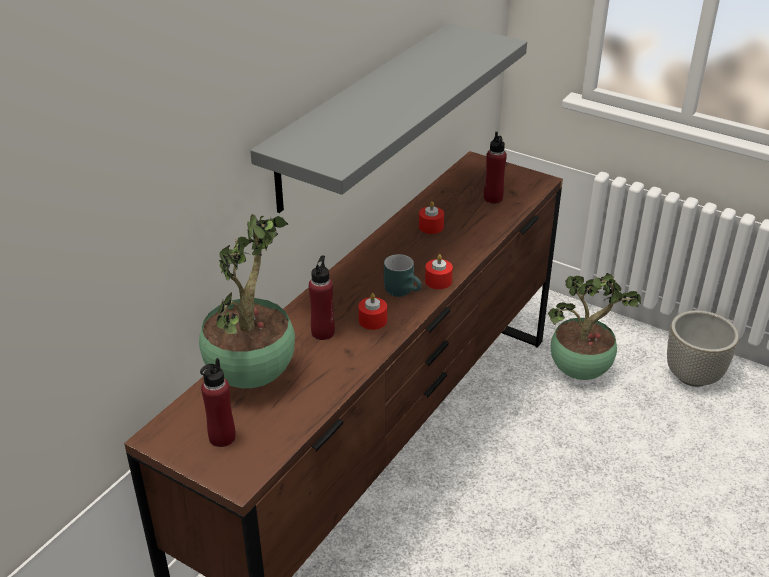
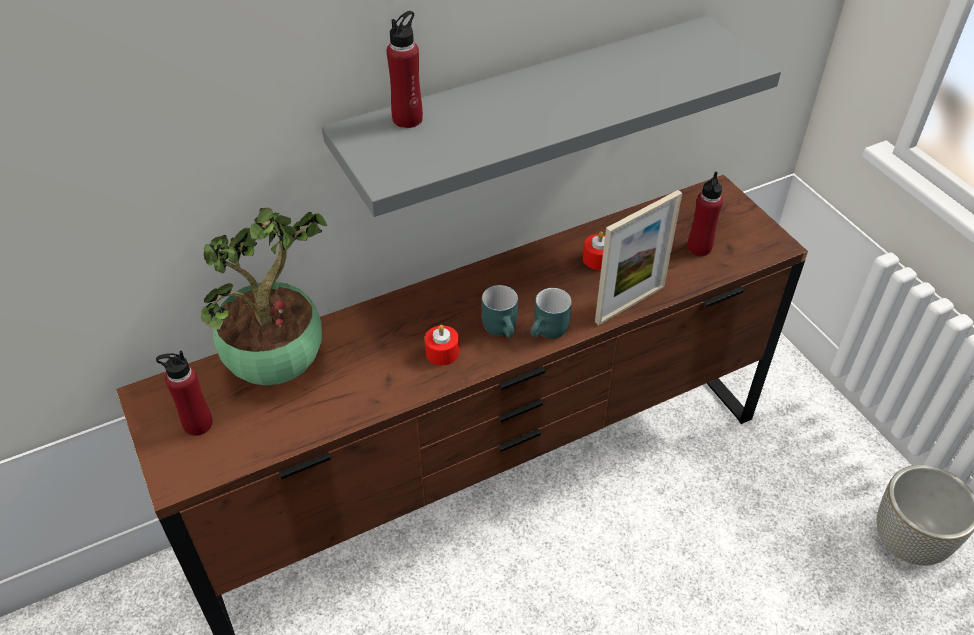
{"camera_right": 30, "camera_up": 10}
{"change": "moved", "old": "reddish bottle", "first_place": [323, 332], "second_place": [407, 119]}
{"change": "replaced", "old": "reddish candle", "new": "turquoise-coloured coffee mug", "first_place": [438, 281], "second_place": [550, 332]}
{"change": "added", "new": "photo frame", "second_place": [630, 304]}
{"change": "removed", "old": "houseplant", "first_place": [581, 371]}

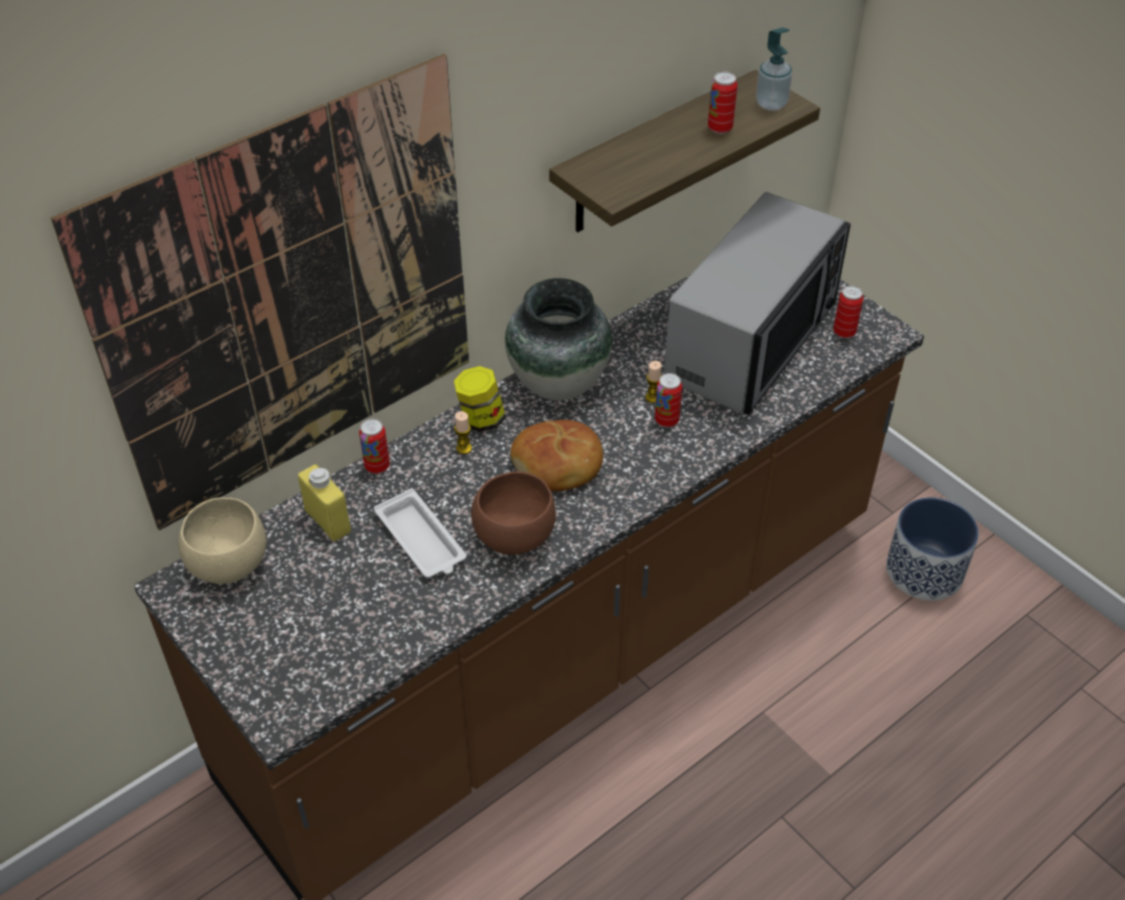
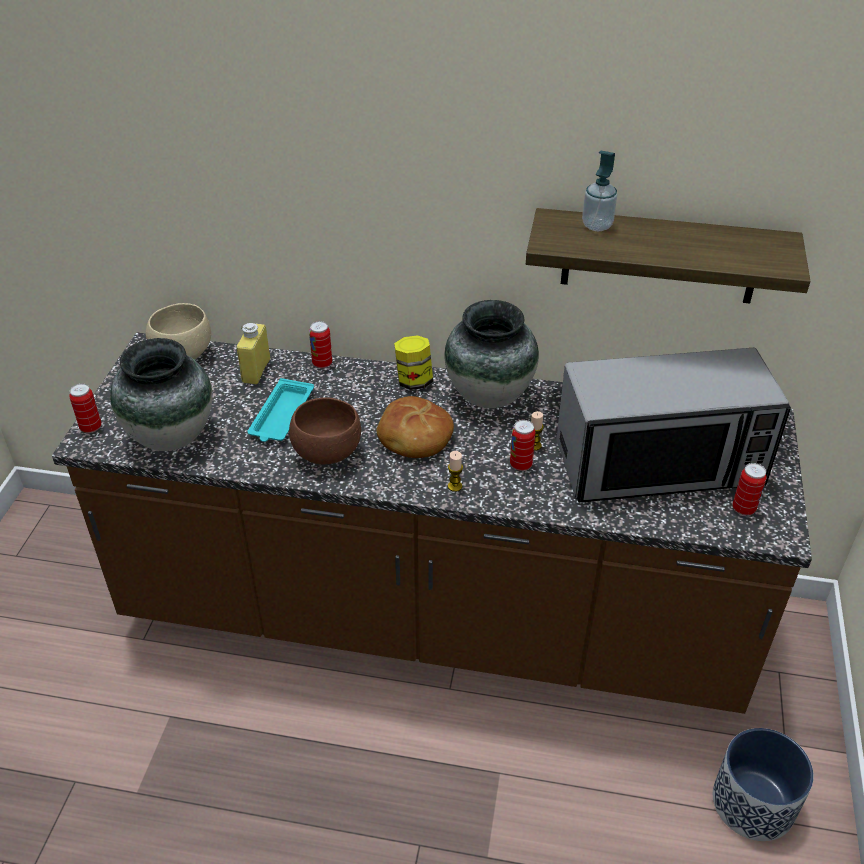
{"camera_right": 50, "camera_up": -5}
{"change": "moved", "old": "can", "first_place": [720, 128], "second_place": [91, 427]}
{"change": "added", "new": "flower vase", "second_place": [171, 436]}
{"change": "recoloured", "old": "white tray", "new": "turquoise-coloured tray", "first_place": [421, 540], "second_place": [281, 416]}
{"change": "moved", "old": "candle", "first_place": [464, 448], "second_place": [455, 486]}
{"change": "moved", "old": "soap bottle", "first_place": [771, 104], "second_place": [597, 225]}
{"change": "removed", "old": "wall art", "first_place": [294, 301]}

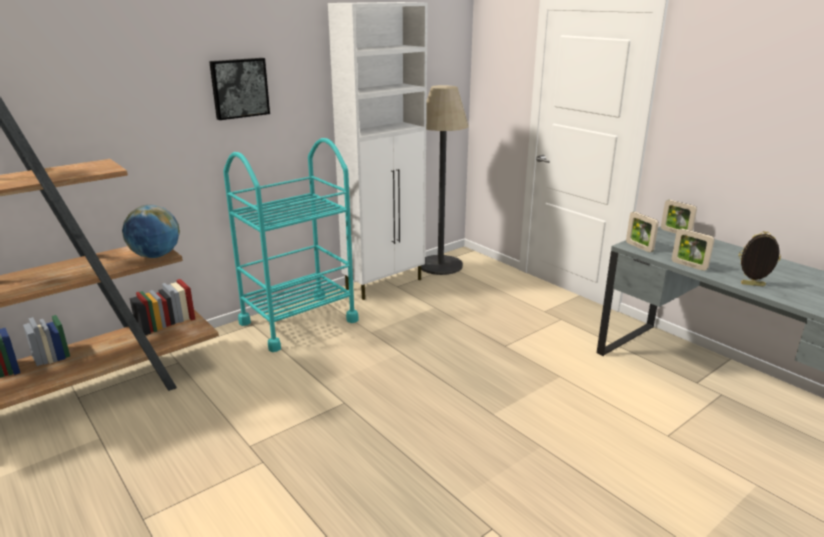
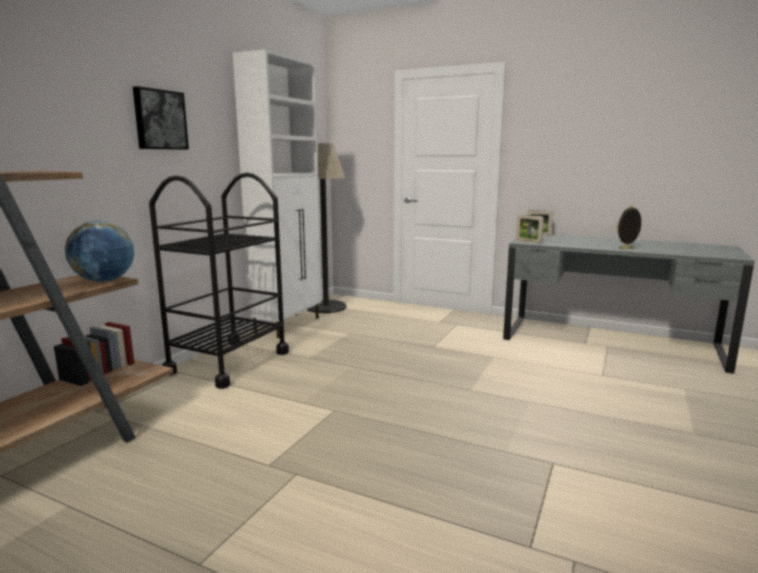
{"camera_right": -25, "camera_up": -10}
{"change": "recoloured", "old": "turquoise-coloured wheeled cart", "new": "black wheeled cart", "first_place": [298, 321], "second_place": [228, 362]}
{"change": "removed", "old": "photo frame", "first_place": [689, 265]}

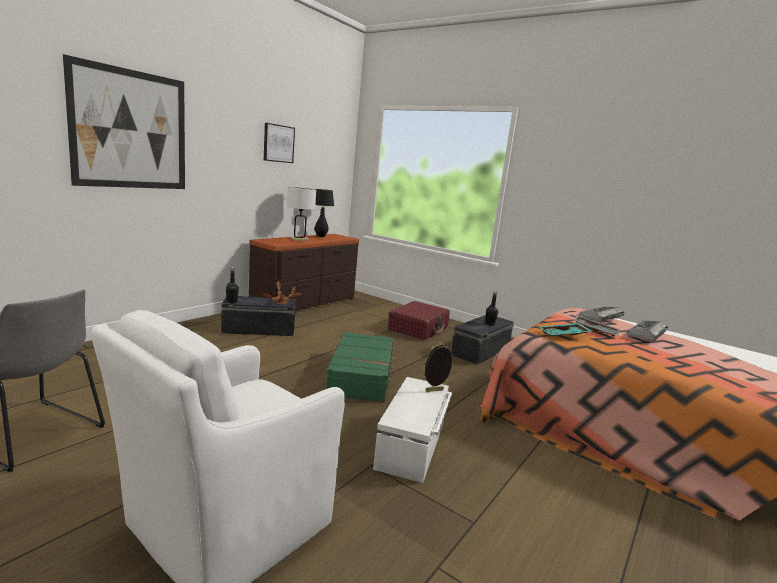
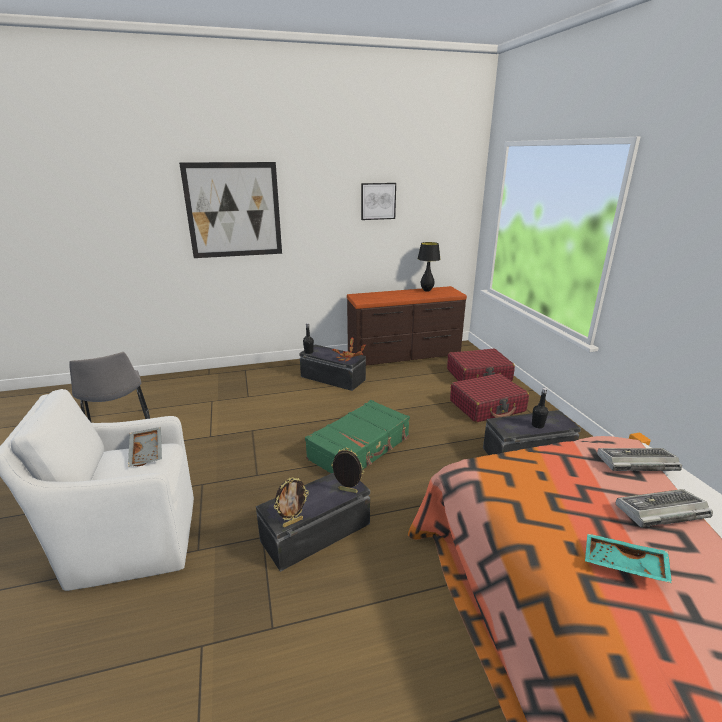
{"camera_right": 40, "camera_up": 10}
{"change": "moved", "old": "greyish tray", "first_place": [595, 330], "second_place": [148, 452]}
{"change": "recoloured", "old": "white storage box", "new": "black storage box", "first_place": [412, 445], "second_place": [317, 533]}
{"change": "added", "new": "photo frame", "second_place": [292, 522]}
{"change": "added", "new": "reddish suitcase", "second_place": [479, 375]}
{"change": "moved", "old": "turquoise-coloured tray", "first_place": [564, 335], "second_place": [623, 565]}
{"change": "removed", "old": "white tabletop lamp", "first_place": [299, 239]}

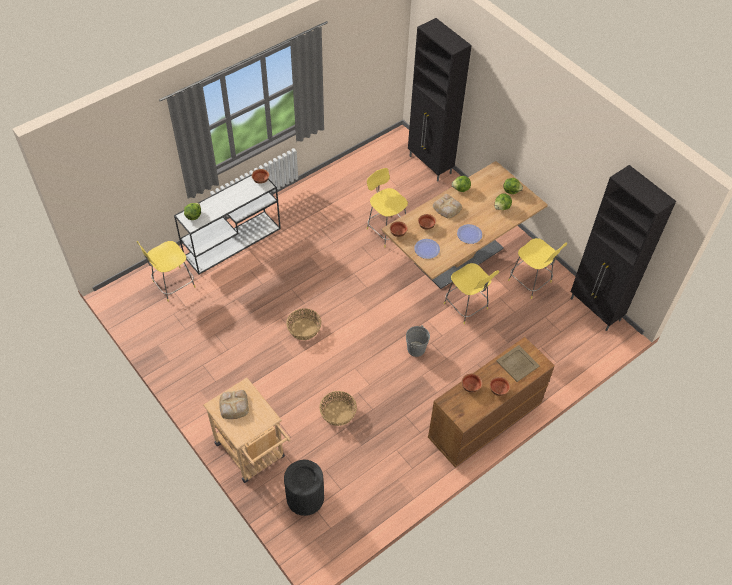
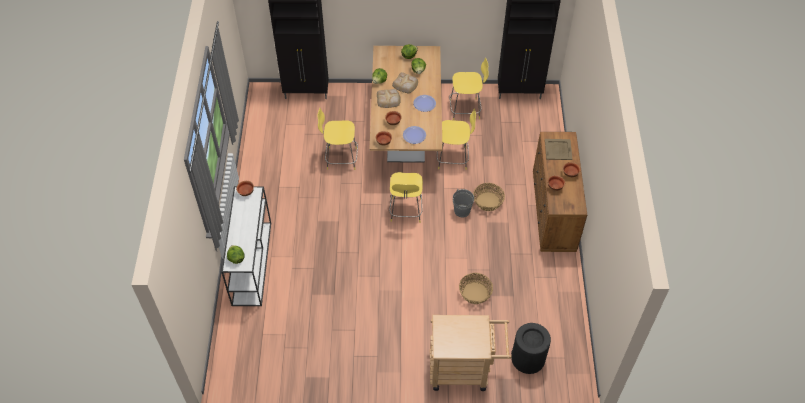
{"camera_right": -50, "camera_up": 0}
{"change": "moved", "old": "yellow stool", "first_place": [172, 285], "second_place": [406, 211]}
{"change": "moved", "old": "bakery bread", "first_place": [233, 406], "second_place": [405, 84]}
{"change": "moved", "old": "basket", "first_place": [304, 329], "second_place": [487, 202]}

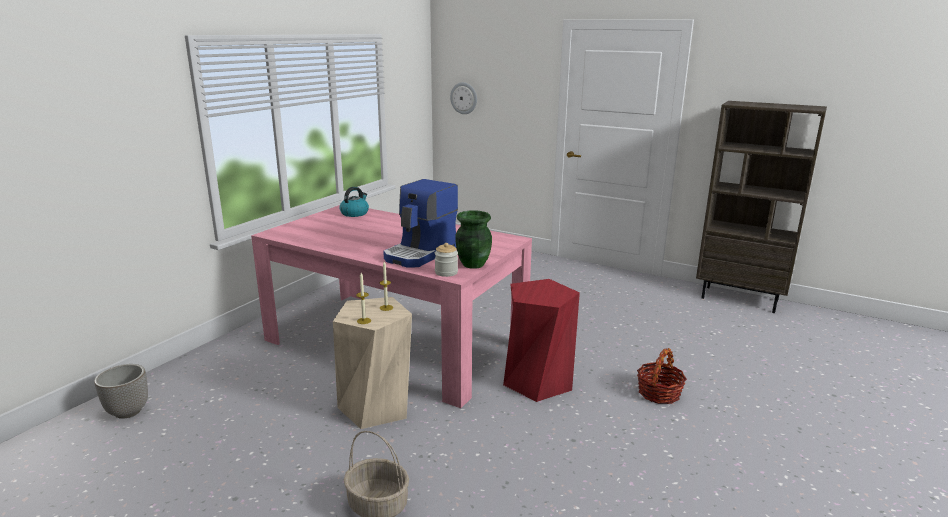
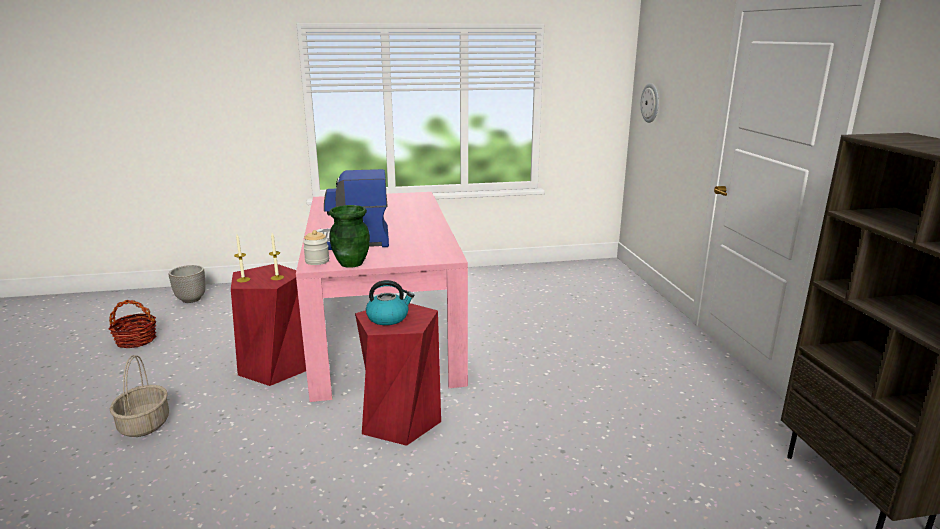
{"camera_right": 50, "camera_up": 0}
{"change": "moved", "old": "basket", "first_place": [659, 393], "second_place": [136, 340]}
{"change": "recoloured", "old": "sand-coloured stool", "new": "reddish stool", "first_place": [376, 406], "second_place": [275, 367]}
{"change": "moved", "old": "water kettle", "first_place": [355, 213], "second_place": [388, 318]}

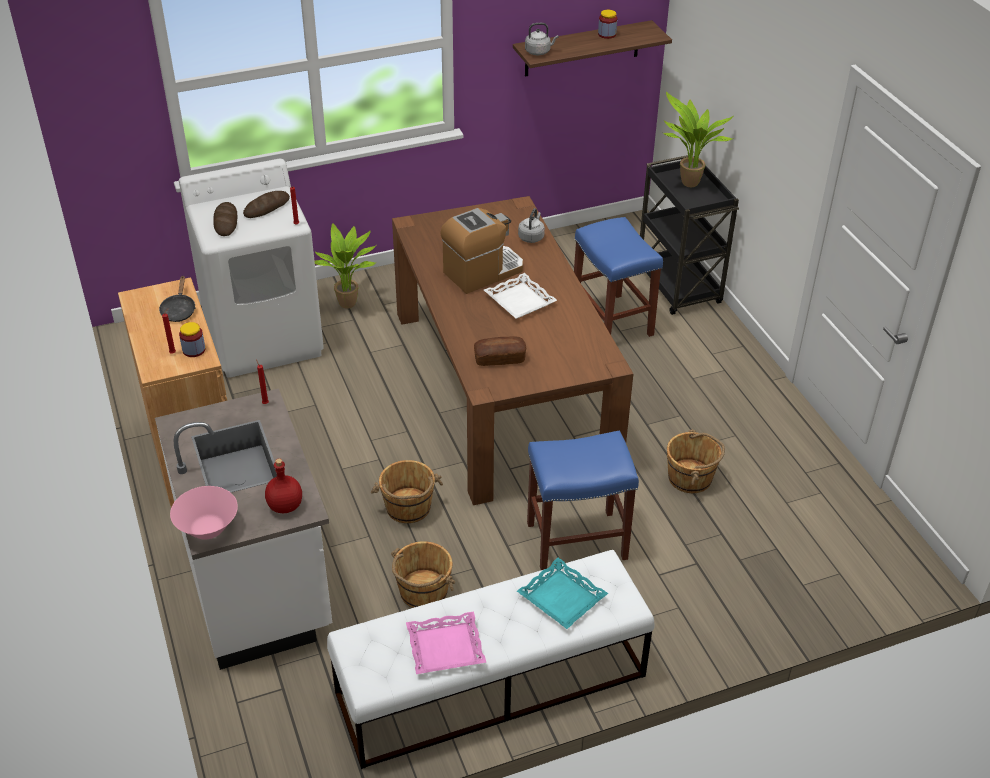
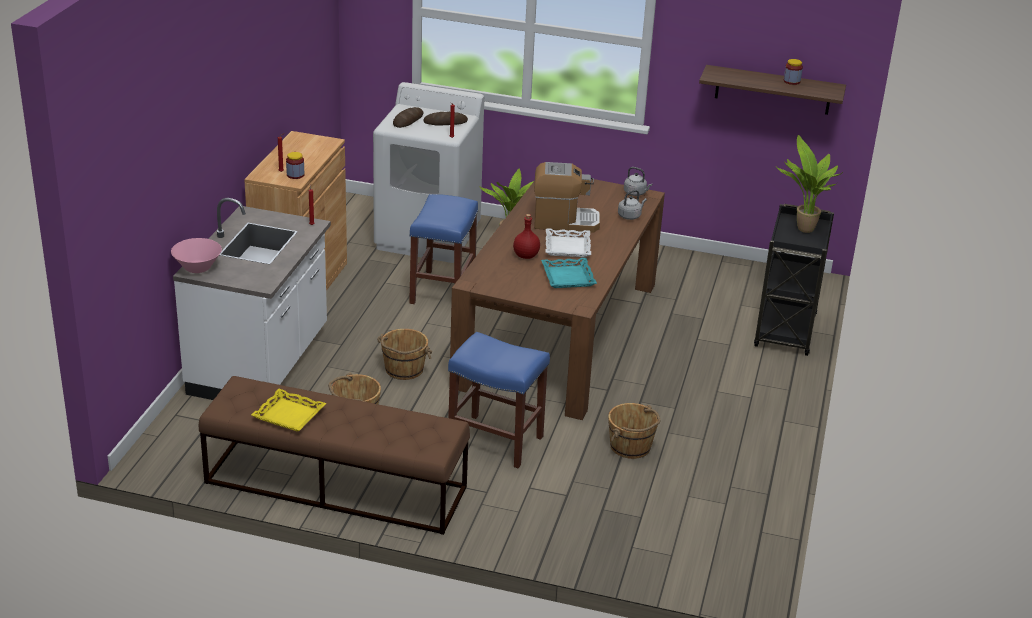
{"camera_right": 35, "camera_up": -10}
{"change": "recoloured", "old": "white indoor bench", "new": "brownish indoor bench", "first_place": [490, 685], "second_place": [335, 485]}
{"change": "recoloured", "old": "pinkish tray", "new": "yellow tray", "first_place": [445, 647], "second_place": [289, 415]}
{"change": "moved", "old": "blue stool", "first_place": [613, 322], "second_place": [443, 291]}
{"change": "moved", "old": "reddish bottle", "first_place": [285, 506], "second_place": [525, 256]}
{"change": "moved", "old": "turquoise-coloured tray", "first_place": [561, 598], "second_place": [567, 277]}
{"change": "moved", "old": "greyish water kettle", "first_place": [539, 52], "second_place": [636, 193]}
{"change": "removed", "old": "black skillet", "first_place": [179, 310]}
{"change": "removed", "old": "bakery bread", "first_place": [499, 359]}

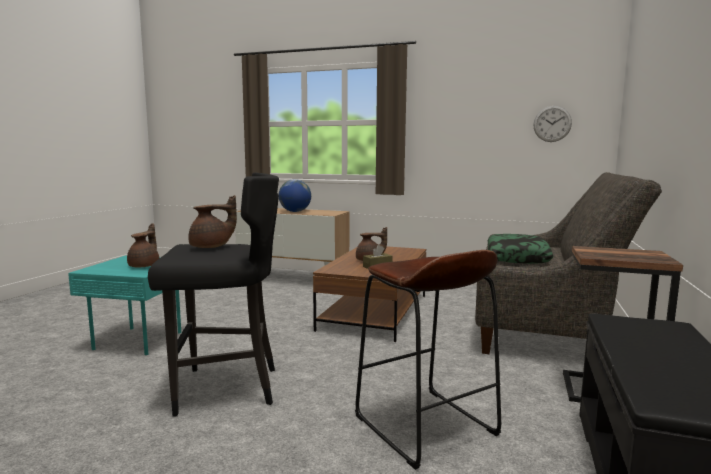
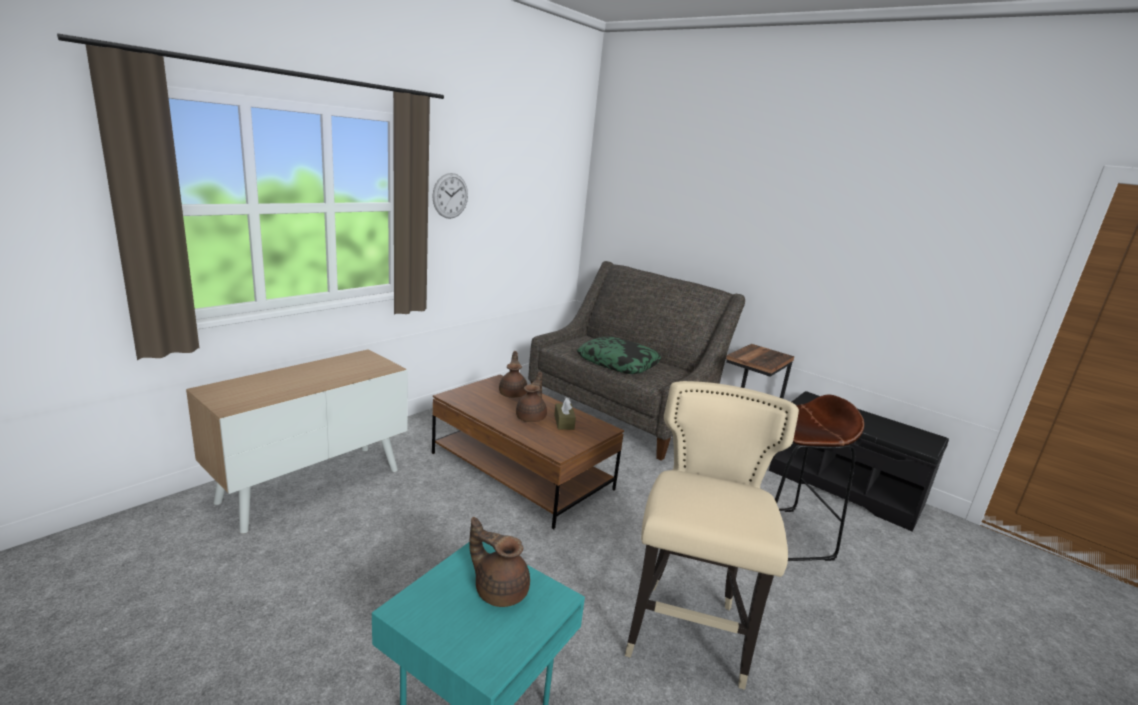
{"camera_right": -70, "camera_up": 10}
{"change": "moved", "old": "wall clock", "first_place": [552, 124], "second_place": [450, 196]}
{"change": "moved", "old": "brownish pot for tea", "first_place": [211, 247], "second_place": [513, 393]}
{"change": "recoloured", "old": "black stool", "new": "sand-coloured stool", "first_place": [225, 389], "second_place": [687, 635]}
{"change": "removed", "old": "world globe", "first_place": [295, 211]}

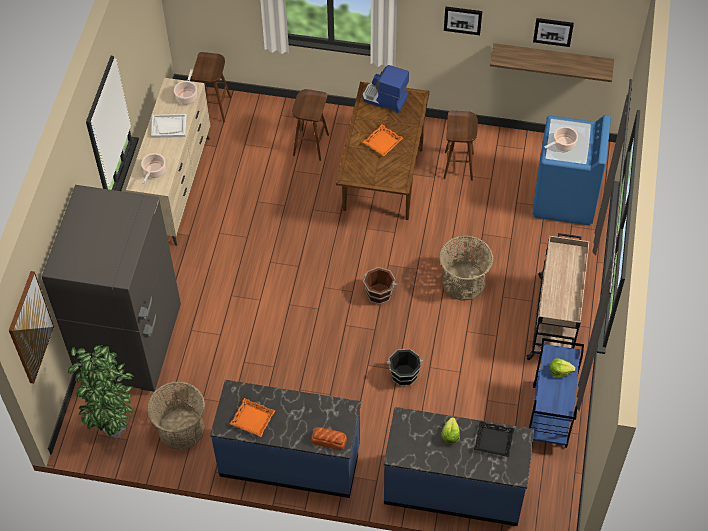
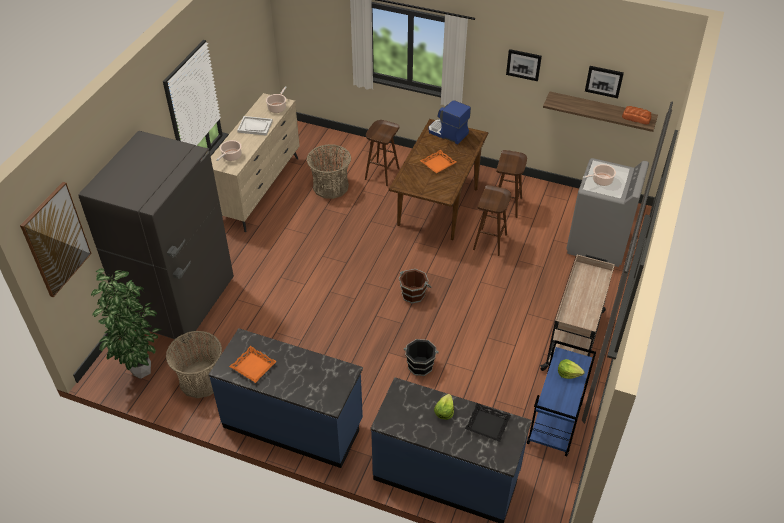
{"camera_right": 10, "camera_up": -10}
{"change": "moved", "old": "basket", "first_place": [463, 282], "second_place": [330, 186]}
{"change": "moved", "old": "brownish stool", "first_place": [214, 108], "second_place": [490, 242]}
{"change": "recoloured", "old": "blue laundry machine", "new": "greyish laundry machine", "first_place": [564, 199], "second_place": [598, 243]}
{"change": "moved", "old": "bakery bread", "first_place": [328, 439], "second_place": [636, 118]}

